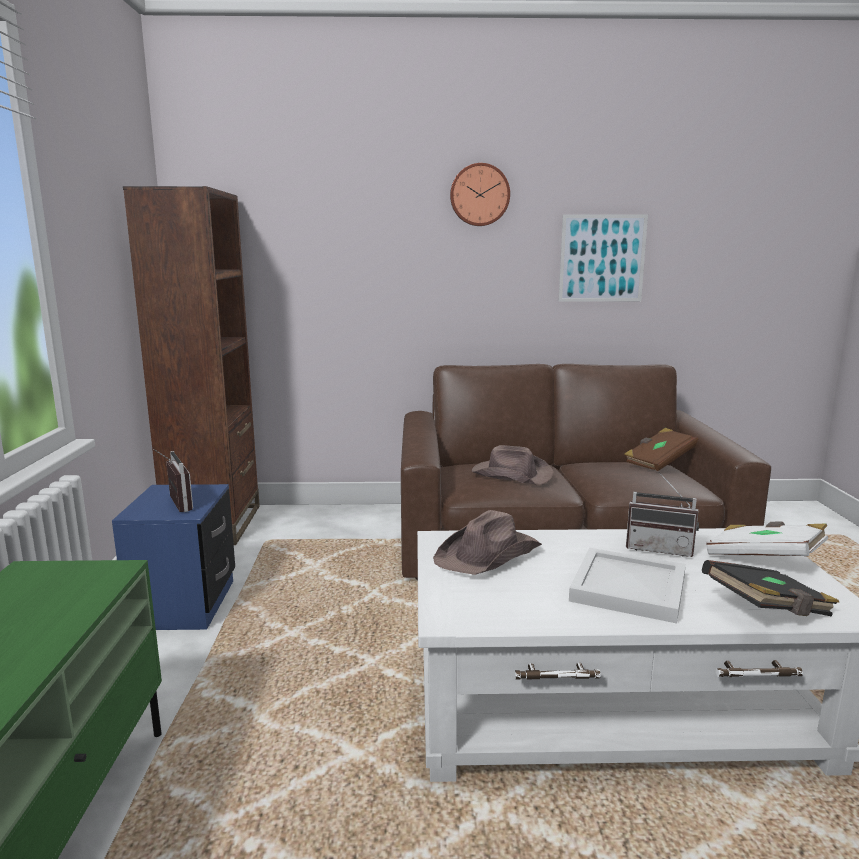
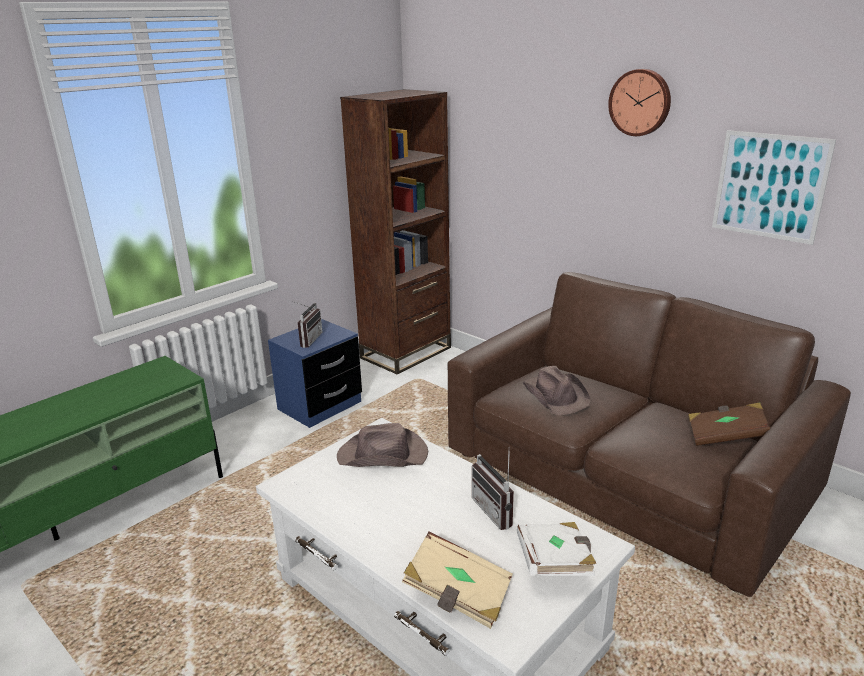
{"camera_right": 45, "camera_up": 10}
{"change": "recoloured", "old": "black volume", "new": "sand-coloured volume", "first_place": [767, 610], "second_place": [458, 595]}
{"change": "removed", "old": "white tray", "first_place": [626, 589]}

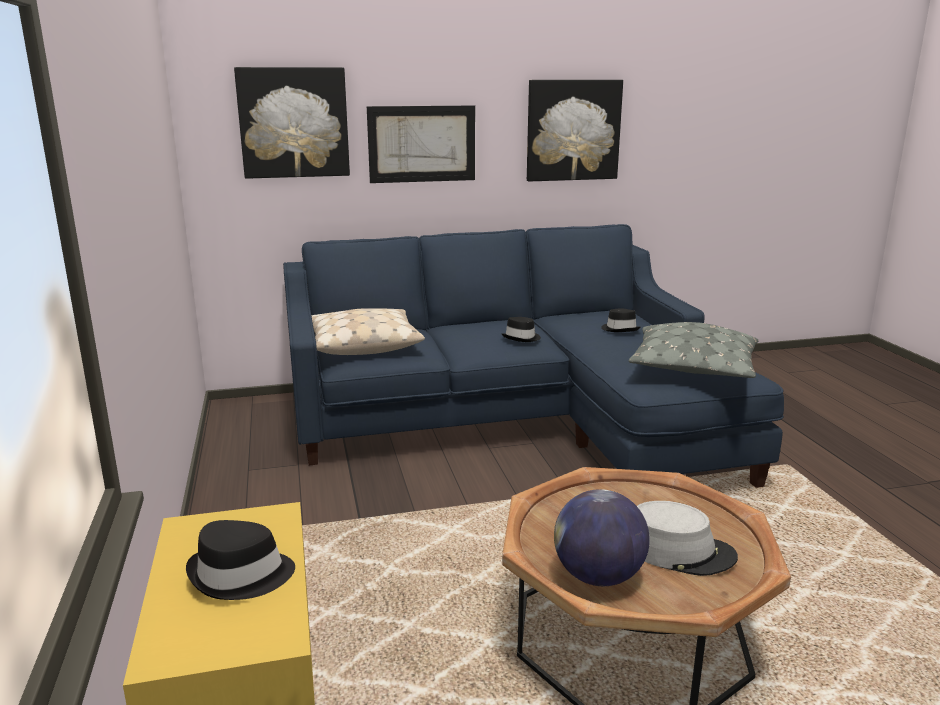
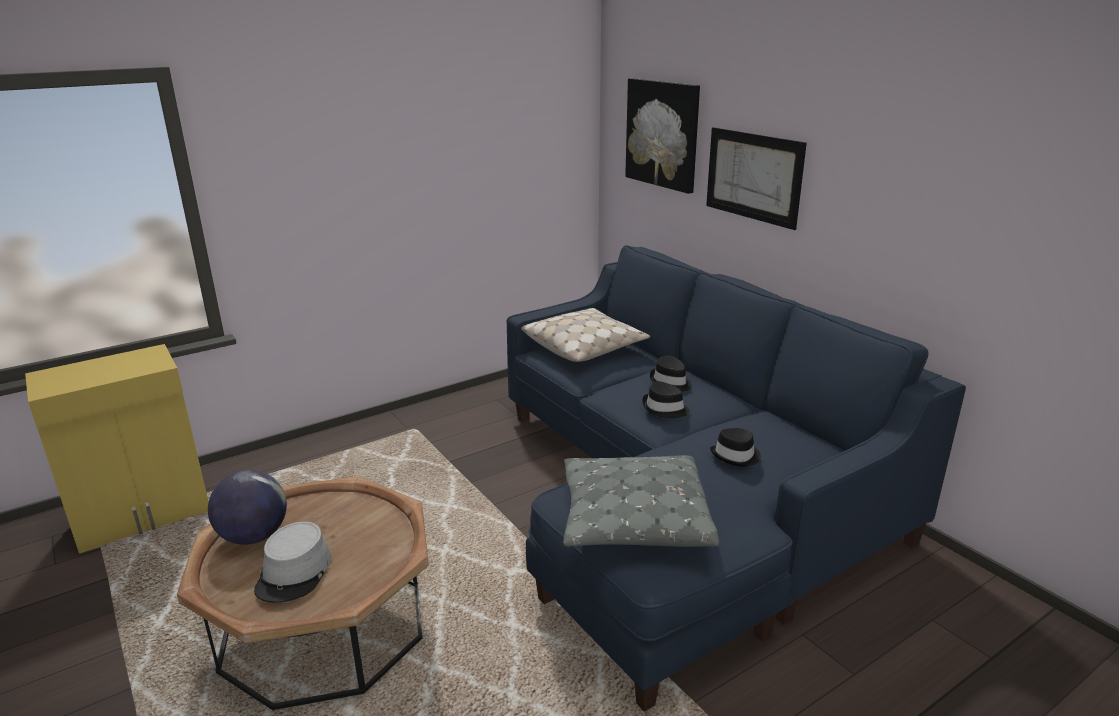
{"camera_right": 70, "camera_up": 5}
{"change": "moved", "old": "black wearable hat", "first_place": [241, 576], "second_place": [670, 382]}
{"change": "removed", "old": "wall art", "first_place": [573, 130]}

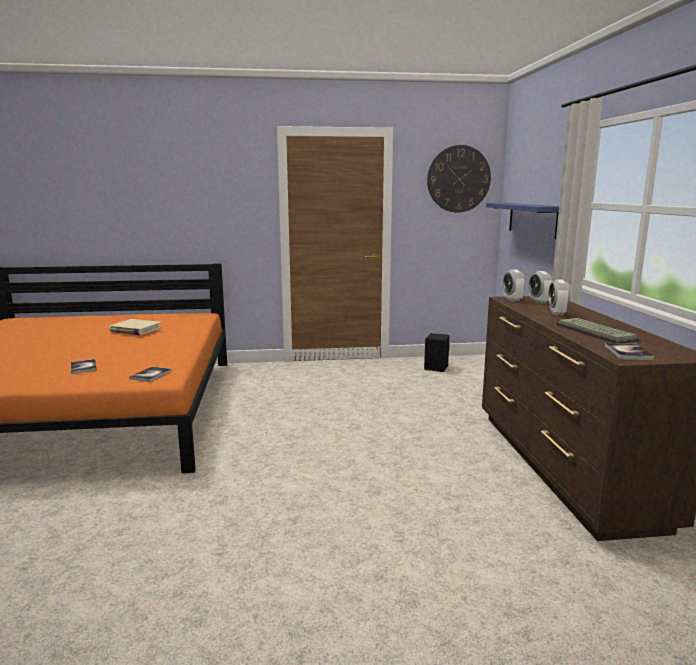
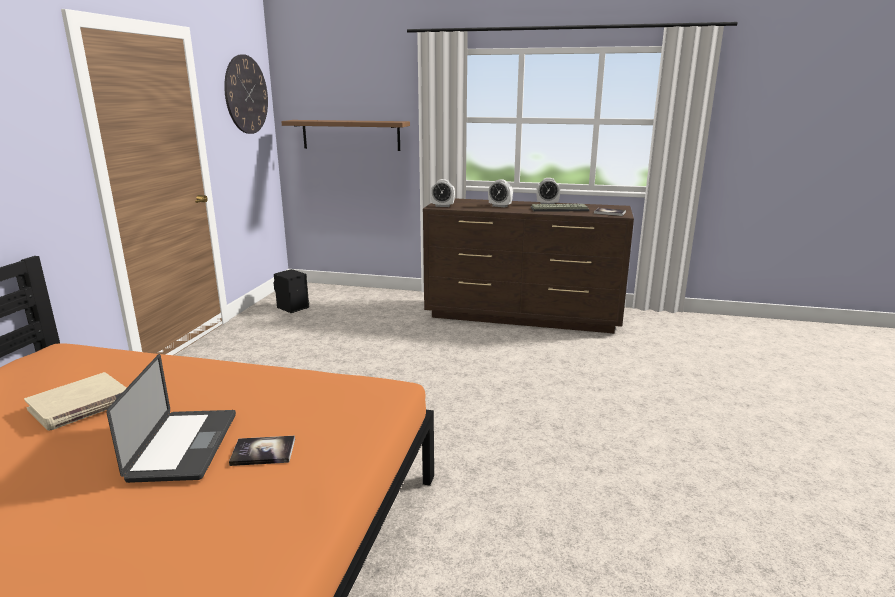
{"camera_right": -70, "camera_up": 5}
{"change": "added", "new": "laptop", "second_place": [184, 446]}
{"change": "recoloured", "old": "blue wall shelf", "new": "brownish wall shelf", "first_place": [532, 219], "second_place": [350, 135]}
{"change": "moved", "old": "bedside clock", "first_place": [539, 302], "second_place": [547, 204]}
{"change": "removed", "old": "volume", "first_place": [151, 375]}

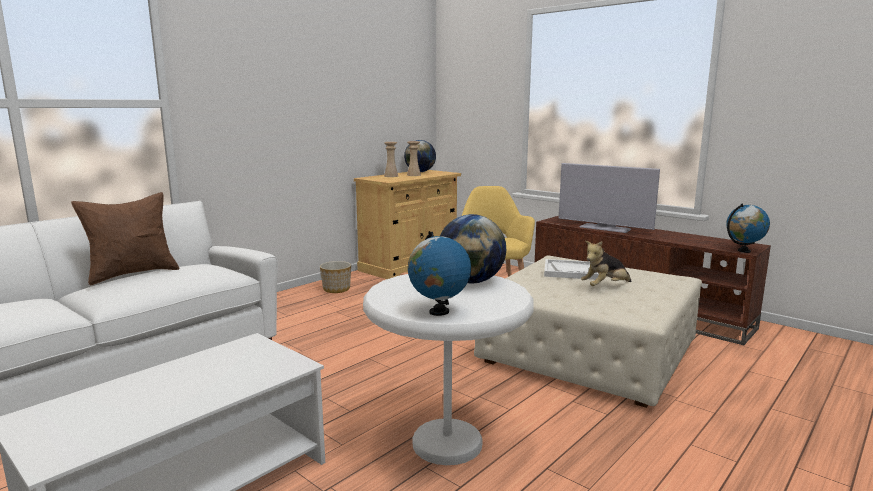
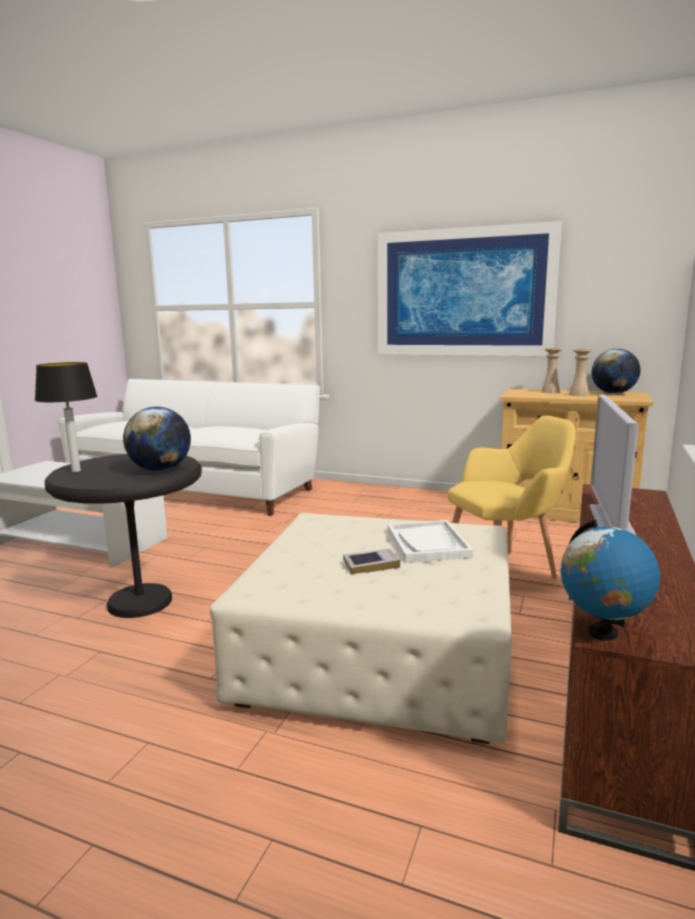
{"camera_right": 70, "camera_up": 0}
{"change": "replaced", "old": "world globe", "new": "tabletop lamp", "first_place": [438, 312], "second_place": [75, 471]}
{"change": "recoloured", "old": "white end table", "new": "black end table", "first_place": [447, 443], "second_place": [140, 602]}
{"change": "replaced", "old": "soft toy", "new": "volume", "first_place": [605, 287], "second_place": [371, 565]}
{"change": "added", "new": "wall art", "second_place": [463, 293]}
{"change": "removed", "old": "brownish cushion", "first_place": [133, 274]}
{"change": "removed", "old": "planter", "first_place": [336, 289]}

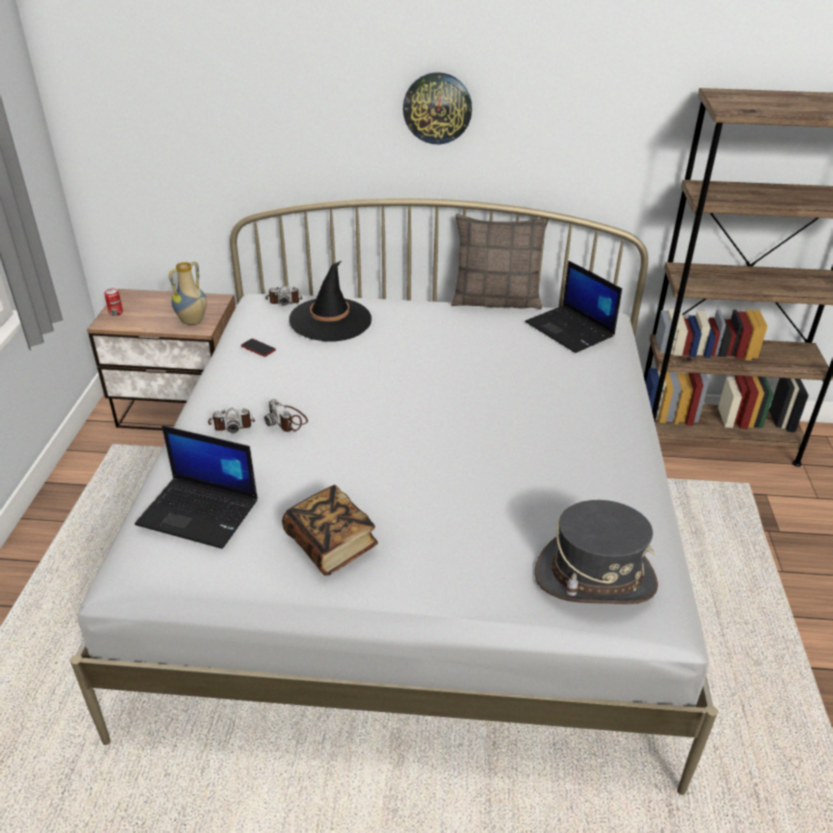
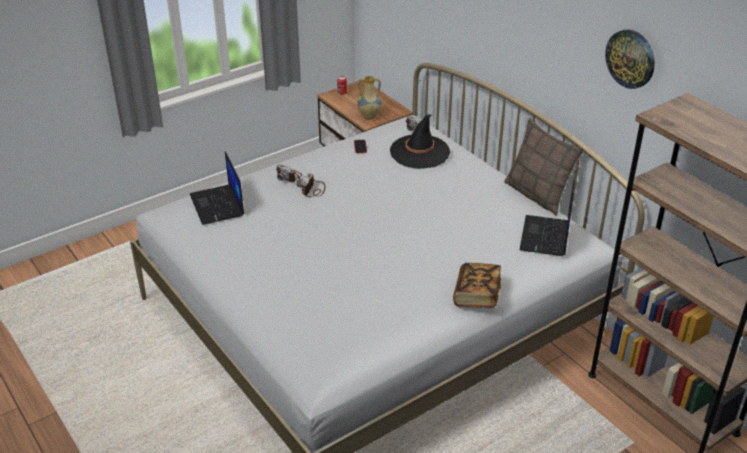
{"camera_right": 50, "camera_up": 0}
{"change": "moved", "old": "volume", "first_place": [331, 544], "second_place": [476, 295]}
{"change": "moved", "old": "wall clock", "first_place": [437, 108], "second_place": [630, 58]}
{"change": "removed", "old": "greyish wearable hat", "first_place": [595, 578]}

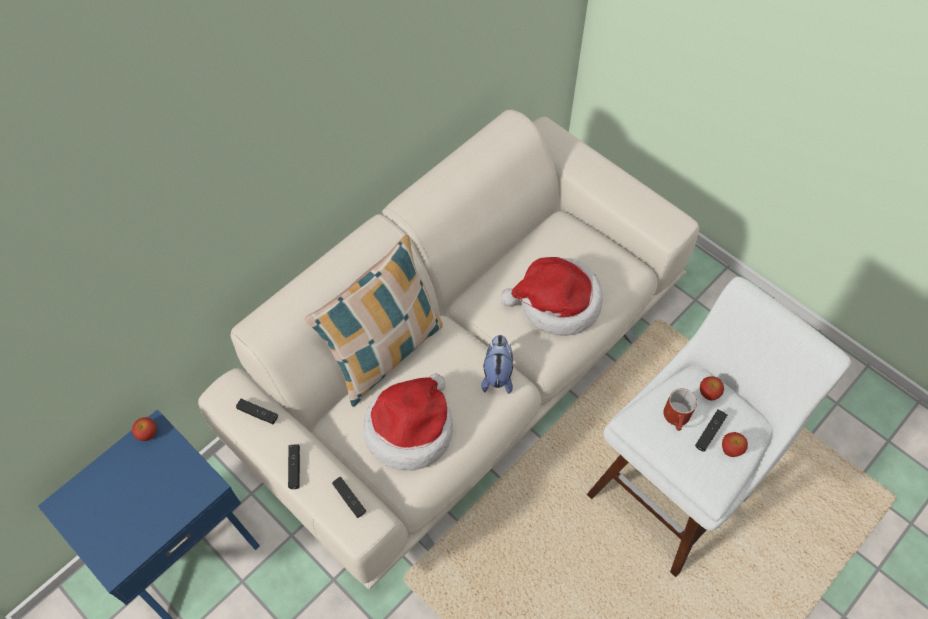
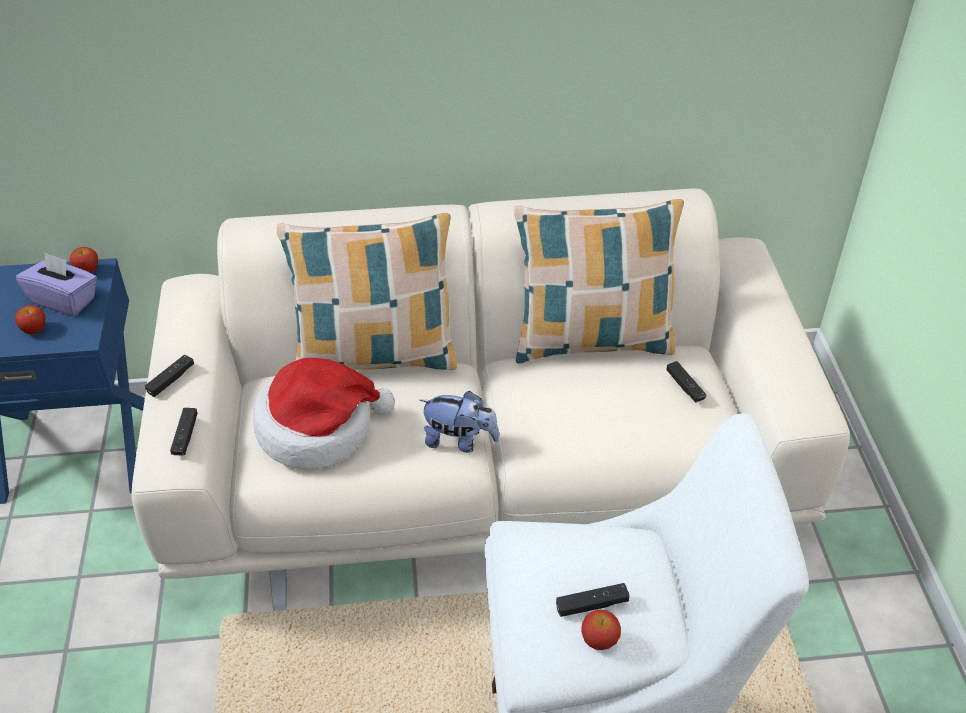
{"camera_right": 40, "camera_up": -15}
{"change": "moved", "old": "apple", "first_place": [708, 393], "second_place": [34, 330]}
{"change": "added", "new": "purple-coloured box of tissues", "second_place": [64, 300]}
{"change": "turned", "old": "soft toy", "first_place": [497, 374], "second_place": [459, 440], "degrees": 60}
{"change": "added", "new": "cushion", "second_place": [592, 341]}
{"change": "moved", "old": "black gamepad", "first_place": [258, 414], "second_place": [685, 387]}
{"change": "removed", "old": "wearable hat", "first_place": [556, 304]}
{"change": "removed", "old": "reddish coffee mug", "first_place": [677, 419]}

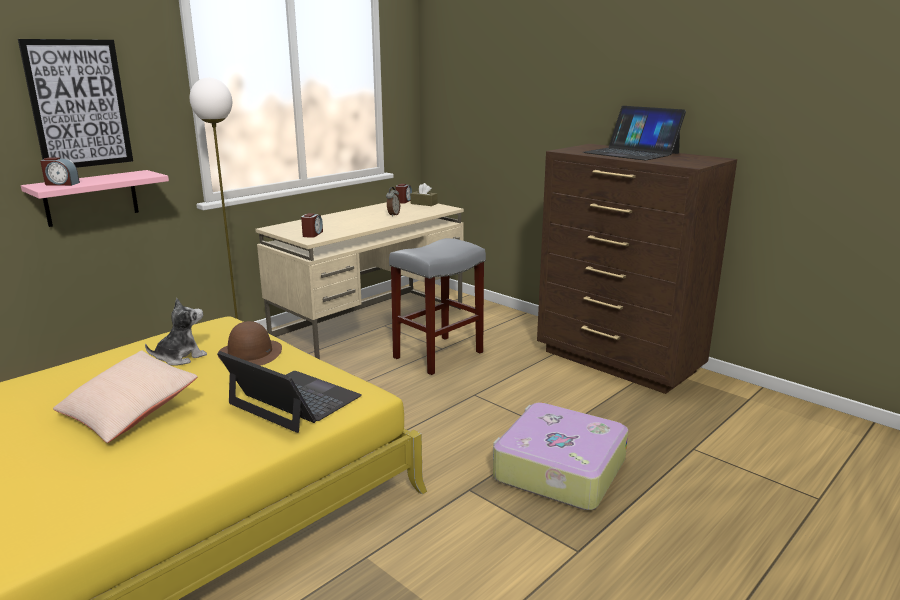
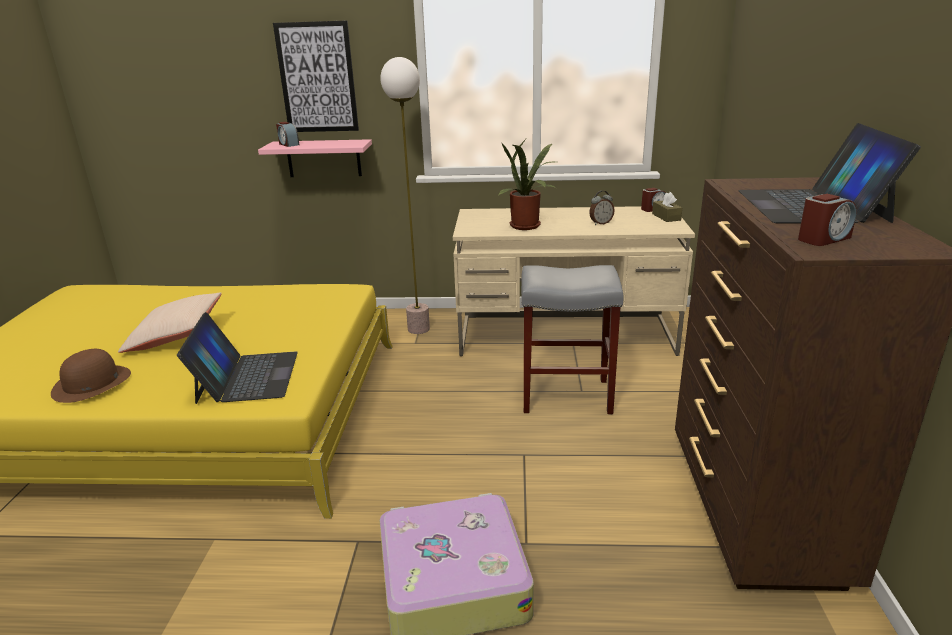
{"camera_right": 50, "camera_up": 5}
{"change": "moved", "old": "brownish wearable hat", "first_place": [250, 353], "second_place": [91, 383]}
{"change": "added", "new": "houseplant", "second_place": [527, 227]}
{"change": "moved", "old": "bedside clock", "first_place": [312, 234], "second_place": [823, 239]}
{"change": "removed", "old": "soft toy", "first_place": [180, 357]}

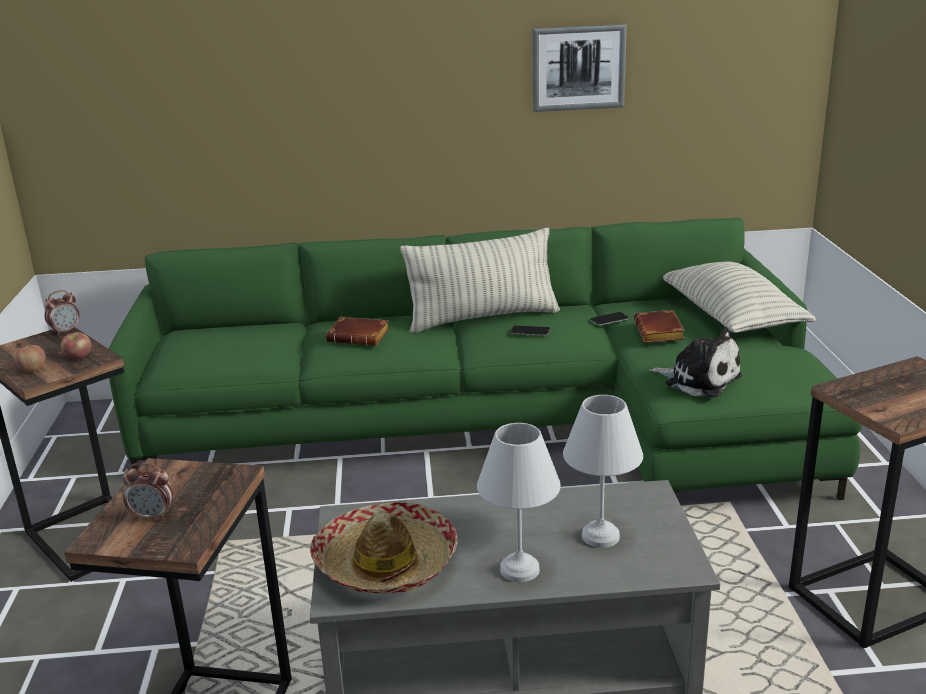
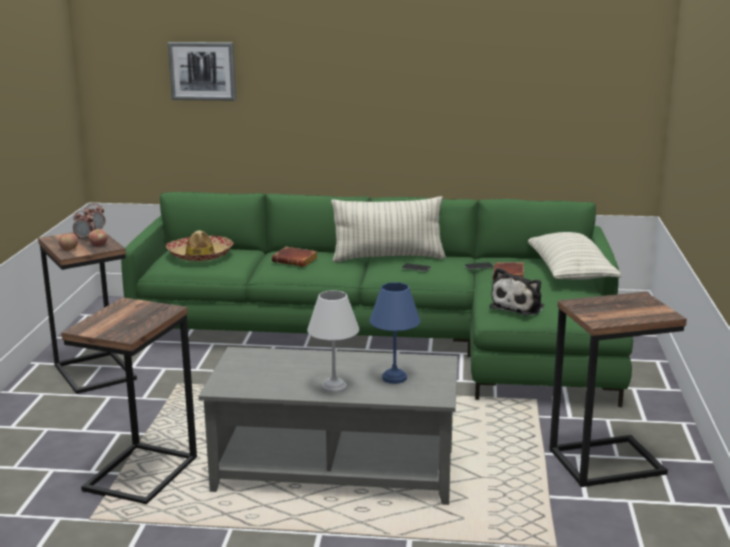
{"camera_right": 10, "camera_up": -5}
{"change": "moved", "old": "bedside clock", "first_place": [153, 517], "second_place": [85, 238]}
{"change": "moved", "old": "wearable hat", "first_place": [386, 563], "second_place": [200, 255]}
{"change": "moved", "old": "wall art", "first_place": [578, 68], "second_place": [202, 71]}
{"change": "recoloured", "old": "white tabletop lamp", "new": "blue tabletop lamp", "first_place": [602, 535], "second_place": [395, 378]}
{"change": "turned", "old": "soft toy", "first_place": [699, 379], "second_place": [519, 306], "degrees": 75}

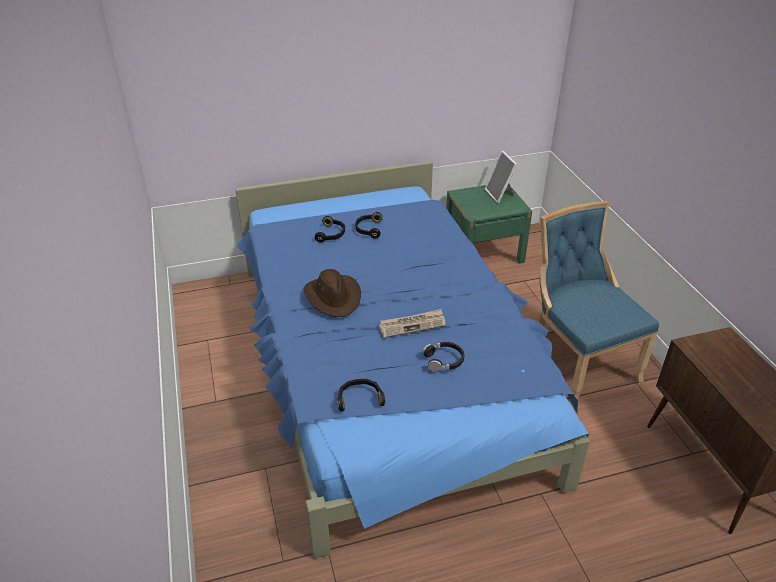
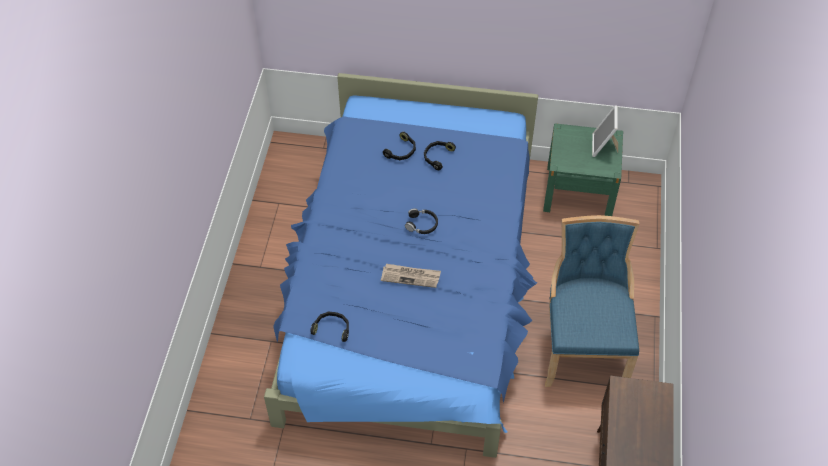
{"camera_right": 25, "camera_up": 15}
{"change": "moved", "old": "black pair of headphones", "first_place": [444, 360], "second_place": [422, 224]}
{"change": "removed", "old": "brownish wearable hat", "first_place": [333, 297]}

